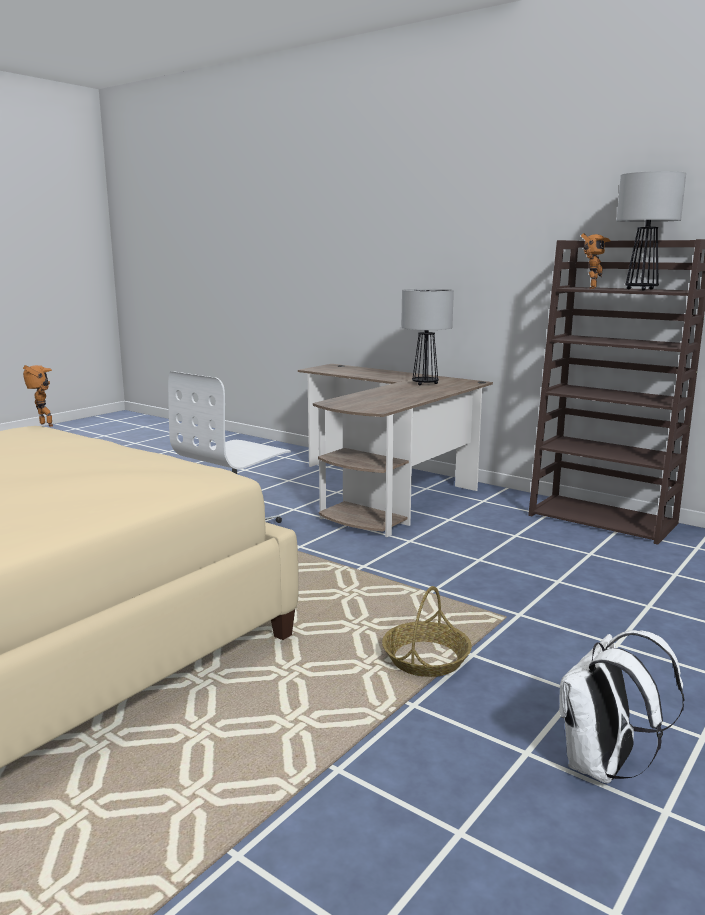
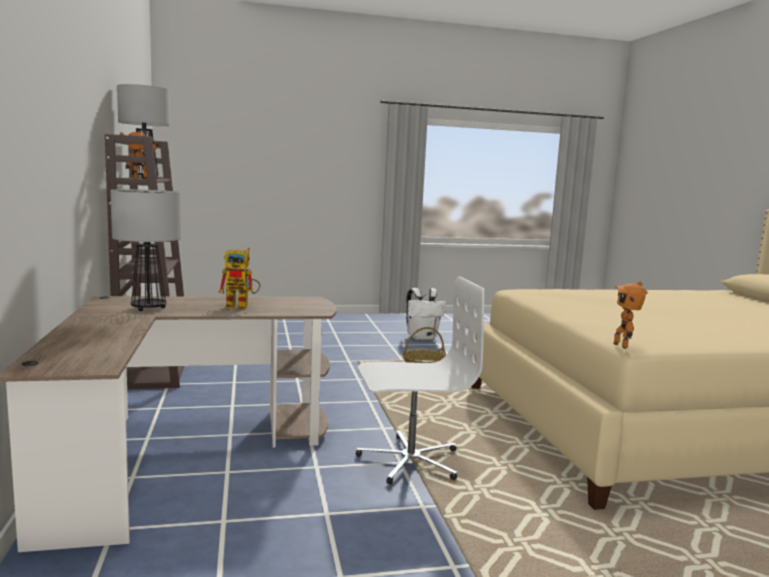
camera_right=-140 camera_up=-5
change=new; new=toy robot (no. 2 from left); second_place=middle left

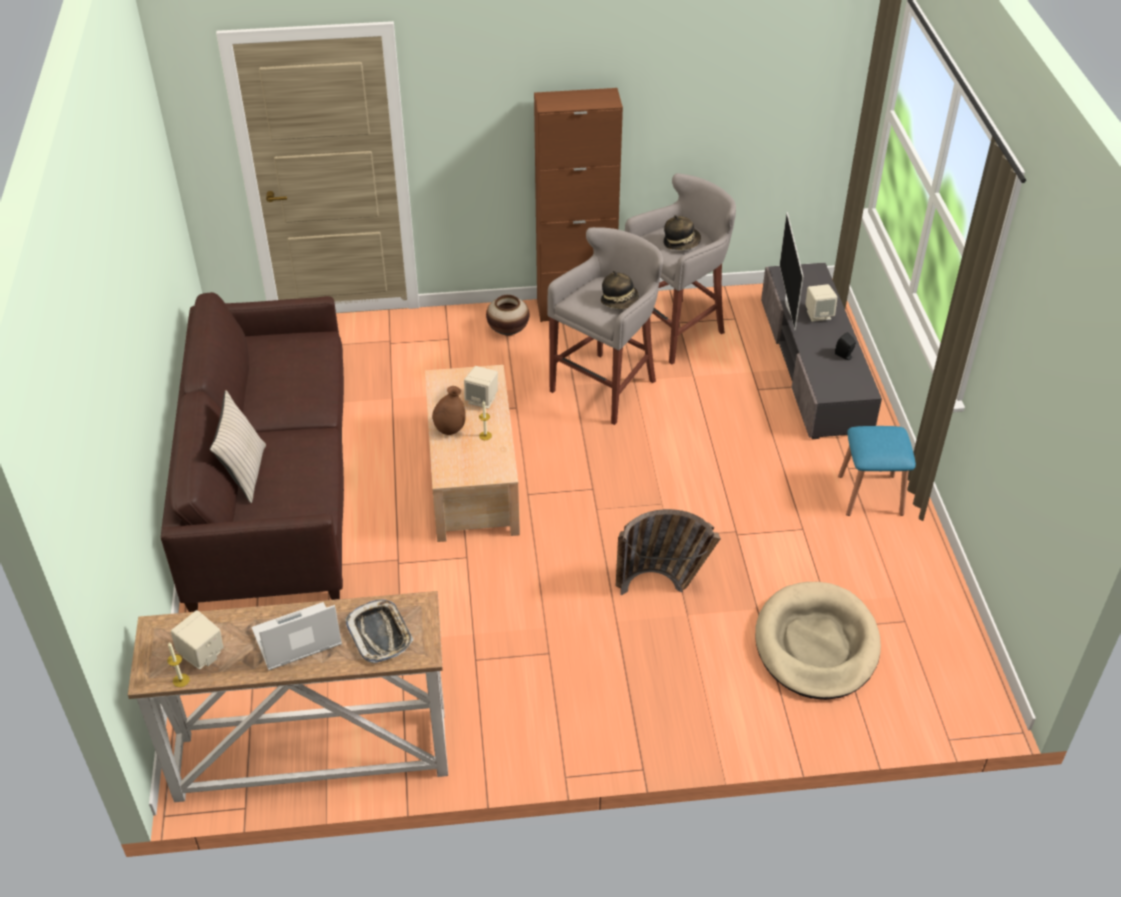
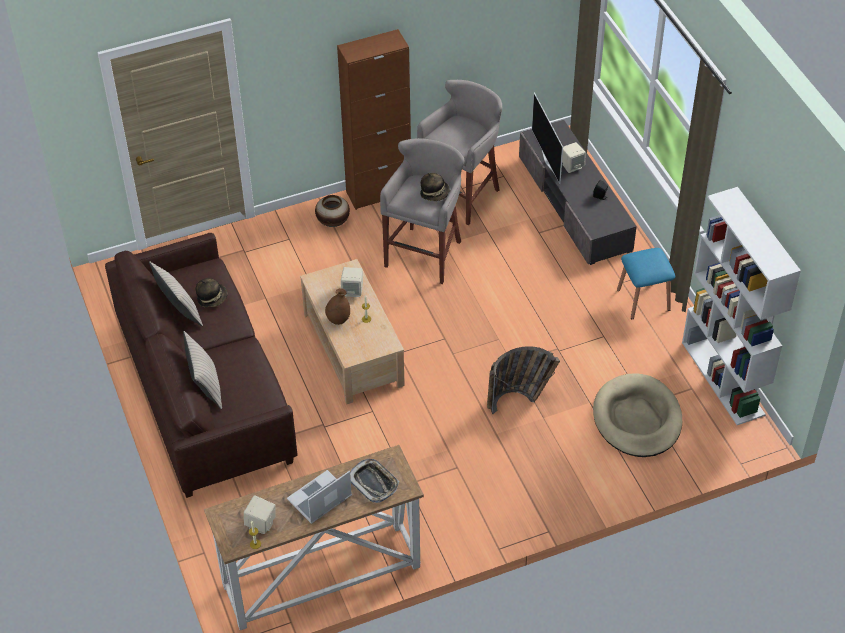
camera_right=-15 camera_up=5
change=new; new=beige pillow (no. 1 from left); second_place=middle left
change=shifted; old=hat (no. 2 from left in the first image); new=hat (no. 1 from left); first_place=top centre; second_place=middle left
change=new; new=white bookcase; second_place=middle right

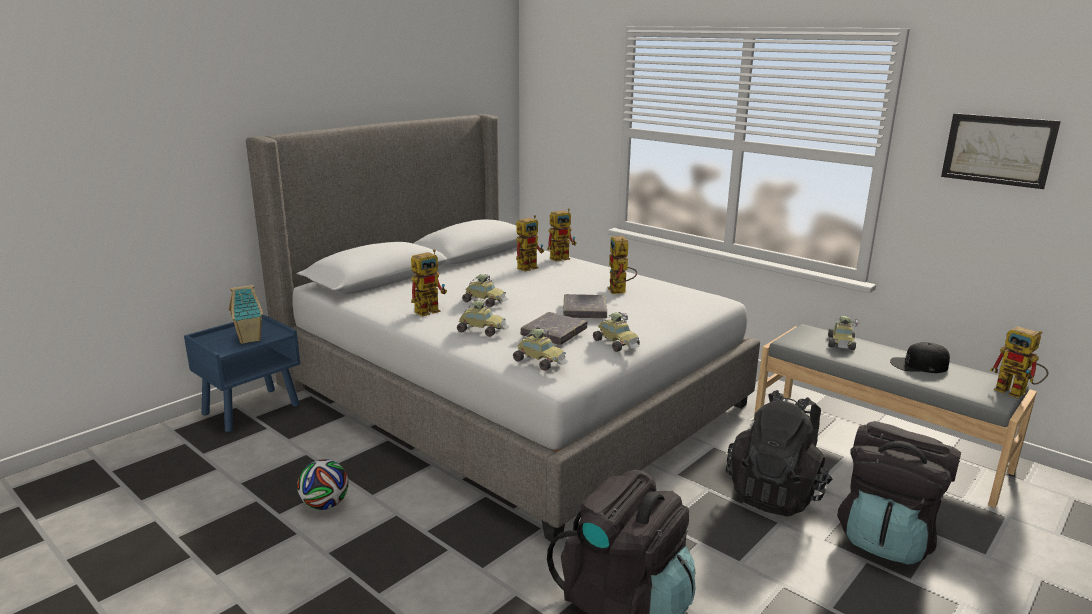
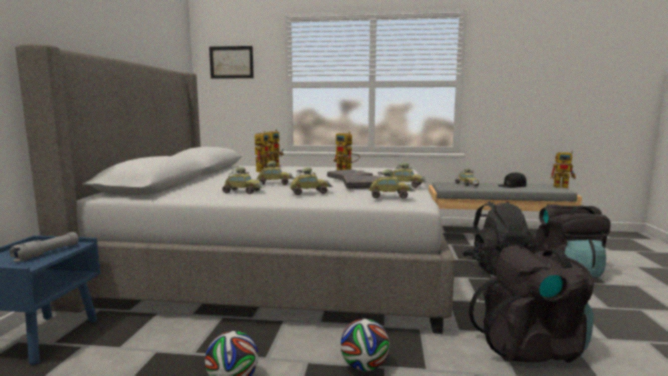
camera_right=-35 camera_up=-10
change=swapped; old=toy house; new=grey flashlight; first_place=middle left; second_place=middle left
change=shifted; old=picture; first_place=top right; second_place=top centre
change=swapped; old=toy robot (no. 1 from left); new=toy car (no. 1 from left); first_place=centre; second_place=centre
change=new; new=football (no. 2 from left); second_place=bottom centre

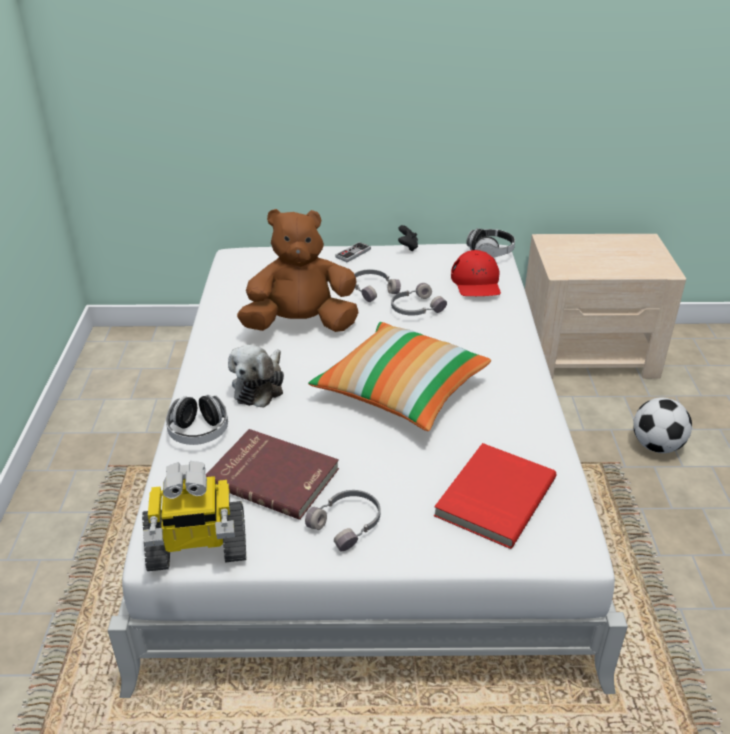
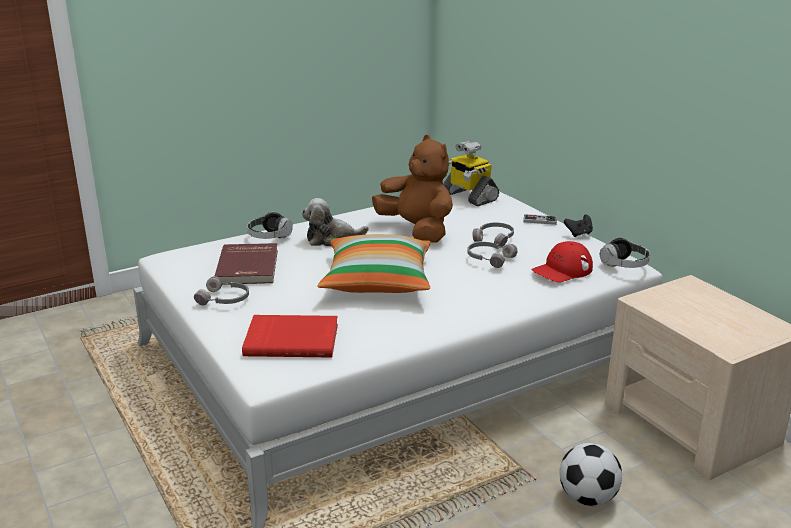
camera_right=60 camera_up=-10
change=shifted; old=toy robot; first_place=bottom left; second_place=top centre

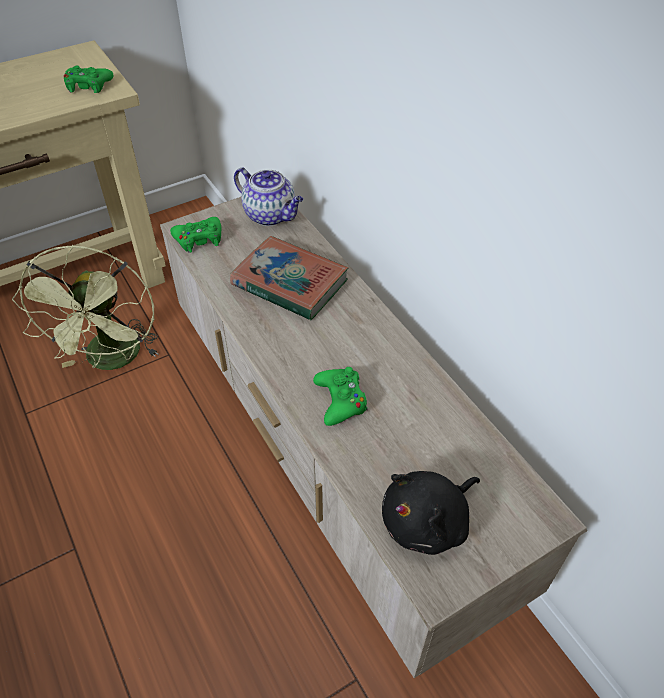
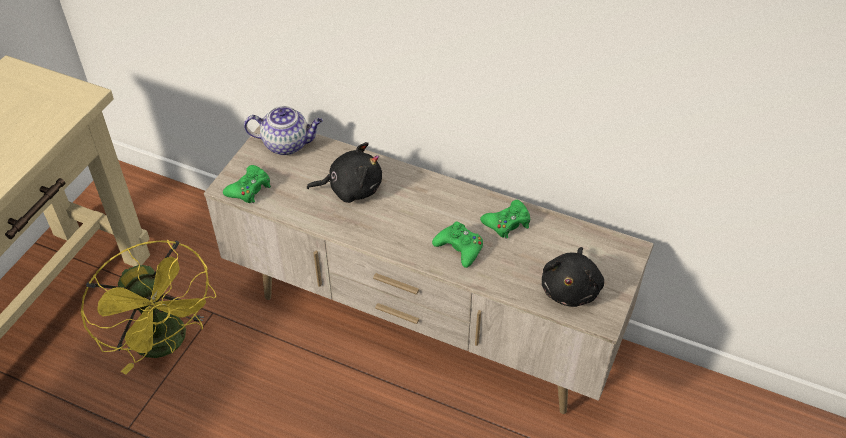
camera_right=-35 camera_up=0
change=repainted; old=green fan; new=yellow fan; first_place=middle left; second_place=bottom left
change=swapped; old=book; new=black plush toy (no. 1 from left); first_place=centre; second_place=centre
change=shifted; old=green game controller (no. 1 from left in the first image); new=green game controller (no. 3 from left); first_place=top left; second_place=centre

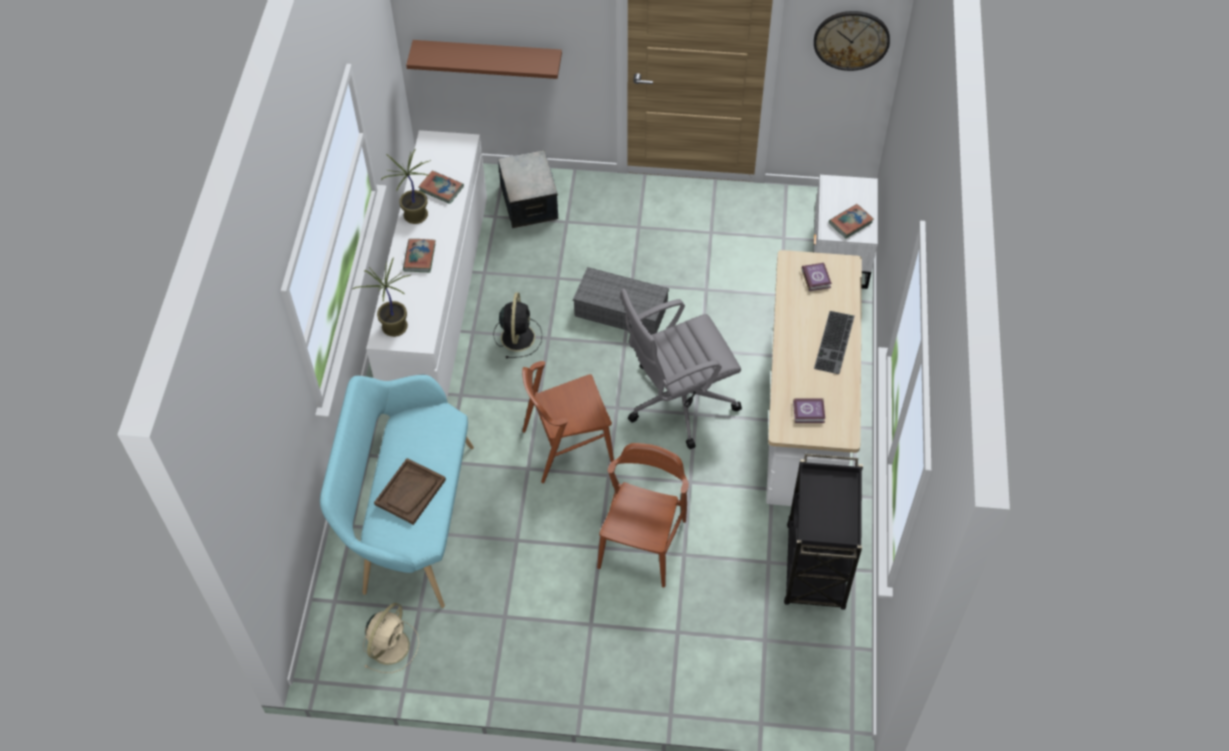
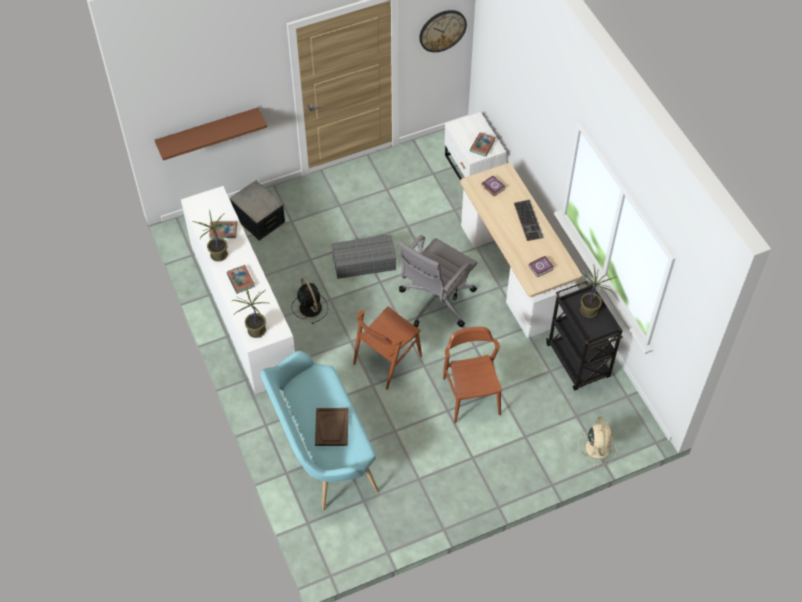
camera_right=-30 camera_up=0
change=new; new=potted plant (no. 3 from left); second_place=middle right
change=shifted; old=beige fan; first_place=bottom left; second_place=bottom right

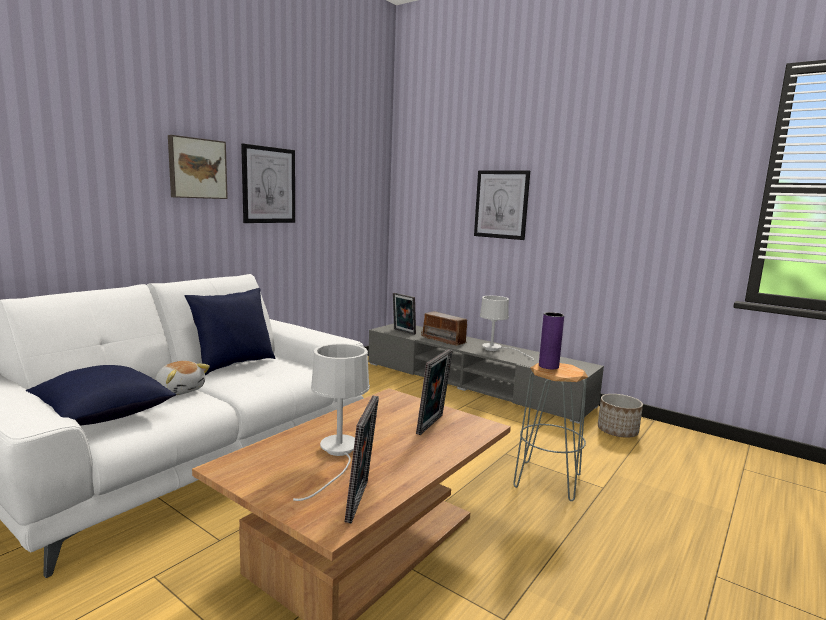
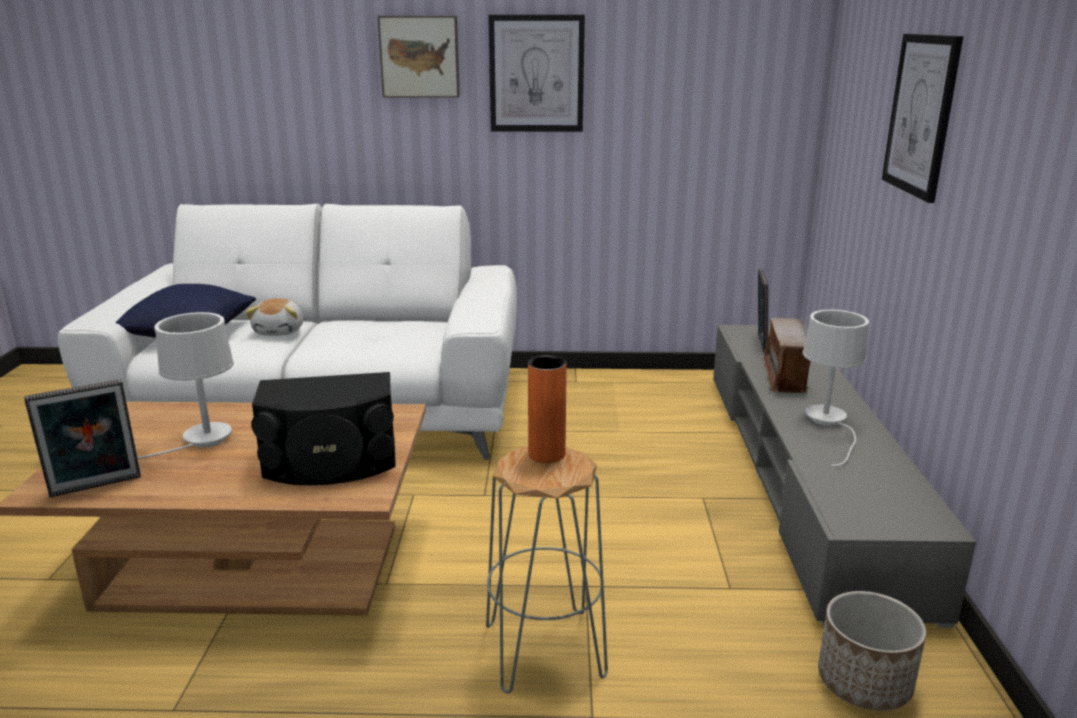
camera_right=55 camera_up=10
change=swapped; old=picture frame (no. 3 from left); new=black speaker; first_place=centre; second_place=middle left
change=repainted; old=purple vase; new=orange vase; first_place=middle right; second_place=centre
change=gone; old=blue pillow (no. 2 from left); first_place=middle left

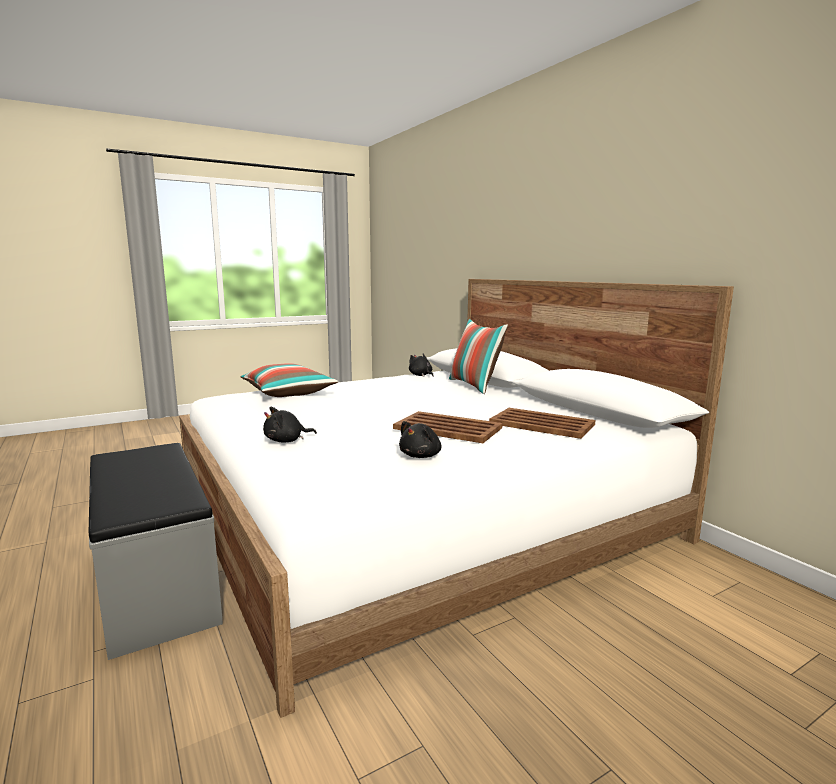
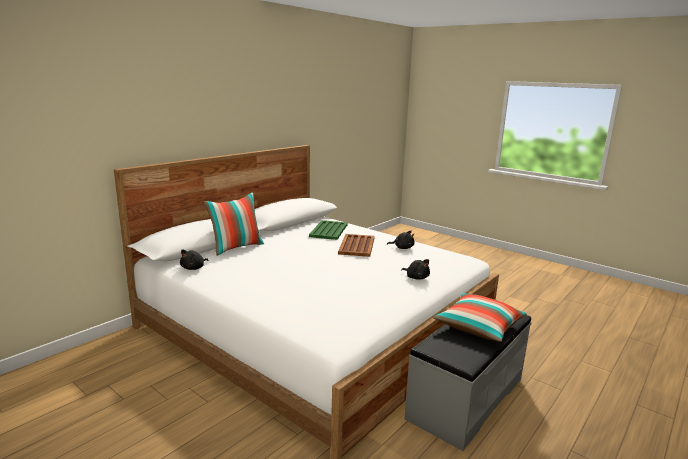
camera_right=-110 camera_up=5
change=repainted; old=brown tray (no. 2 from left); new=green tray; first_place=centre; second_place=centre
change=shifted; old=pillow (no. 1 from left in the first image); new=pillow (no. 2 from left); first_place=centre; second_place=bottom right

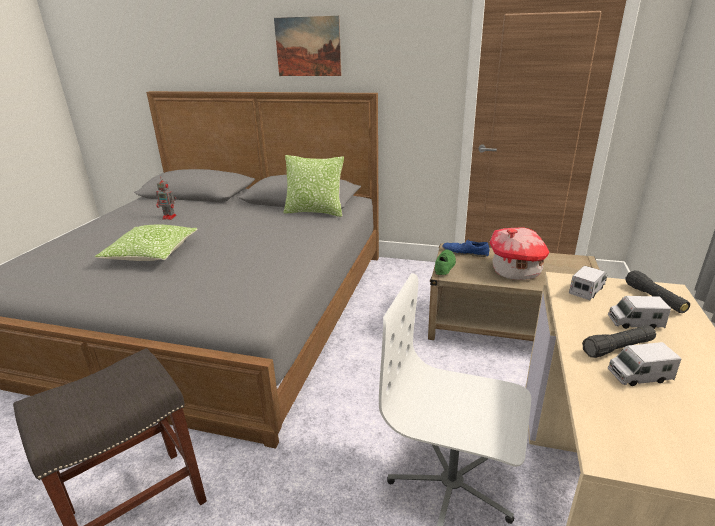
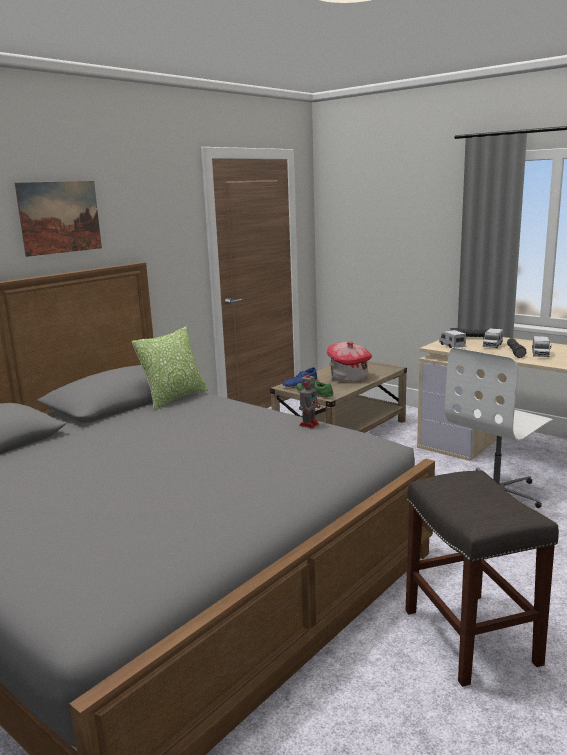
camera_right=-65 camera_up=-10
change=shifted; old=toy robot; first_place=middle left; second_place=centre
change=gone; old=pillow (no. 1 from left); first_place=middle left

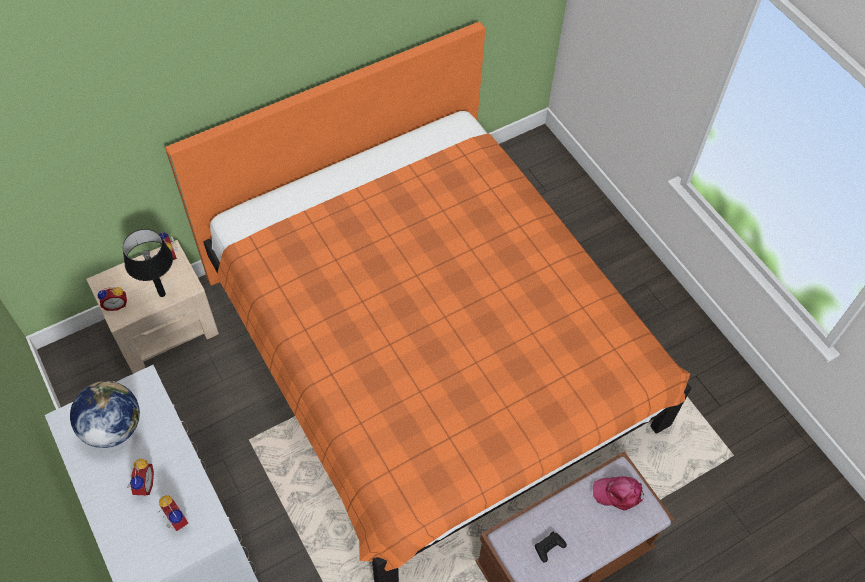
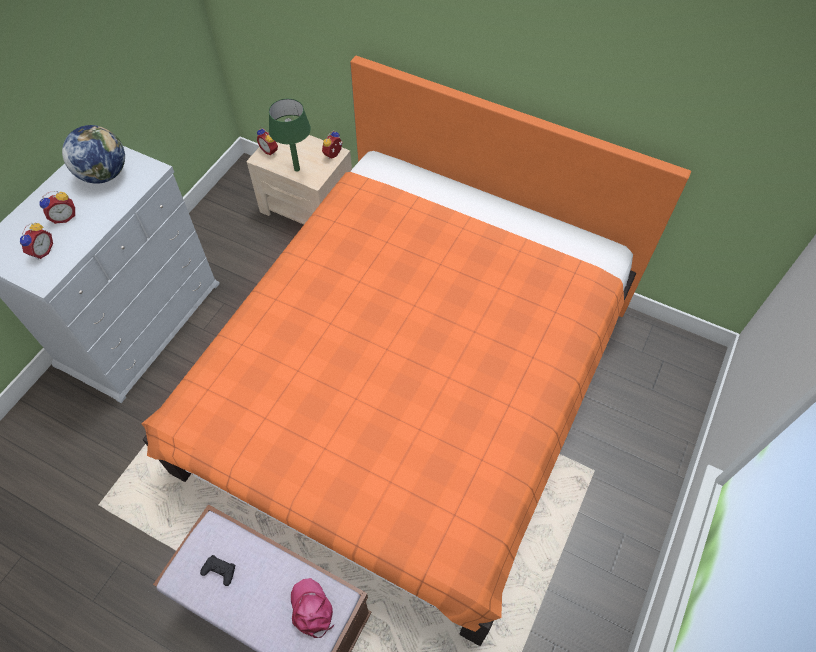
camera_right=60 camera_up=0
change=repainted; old=black table lamp; new=green table lamp; first_place=middle left; second_place=top centre

